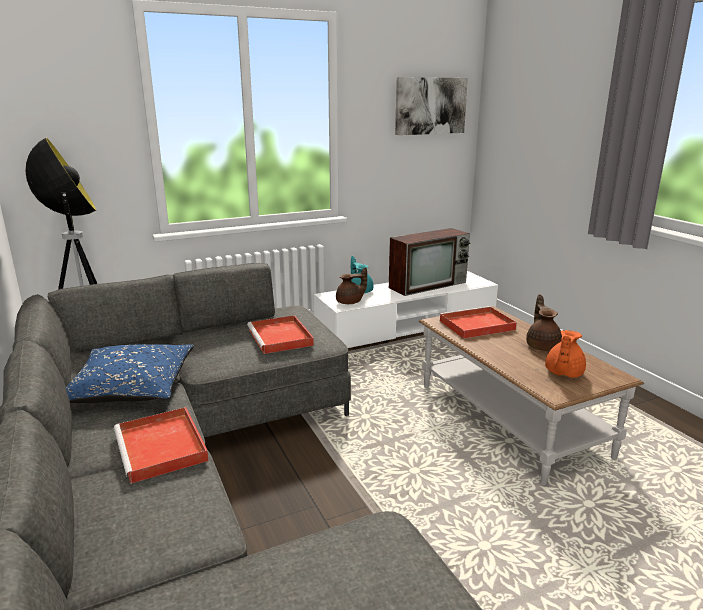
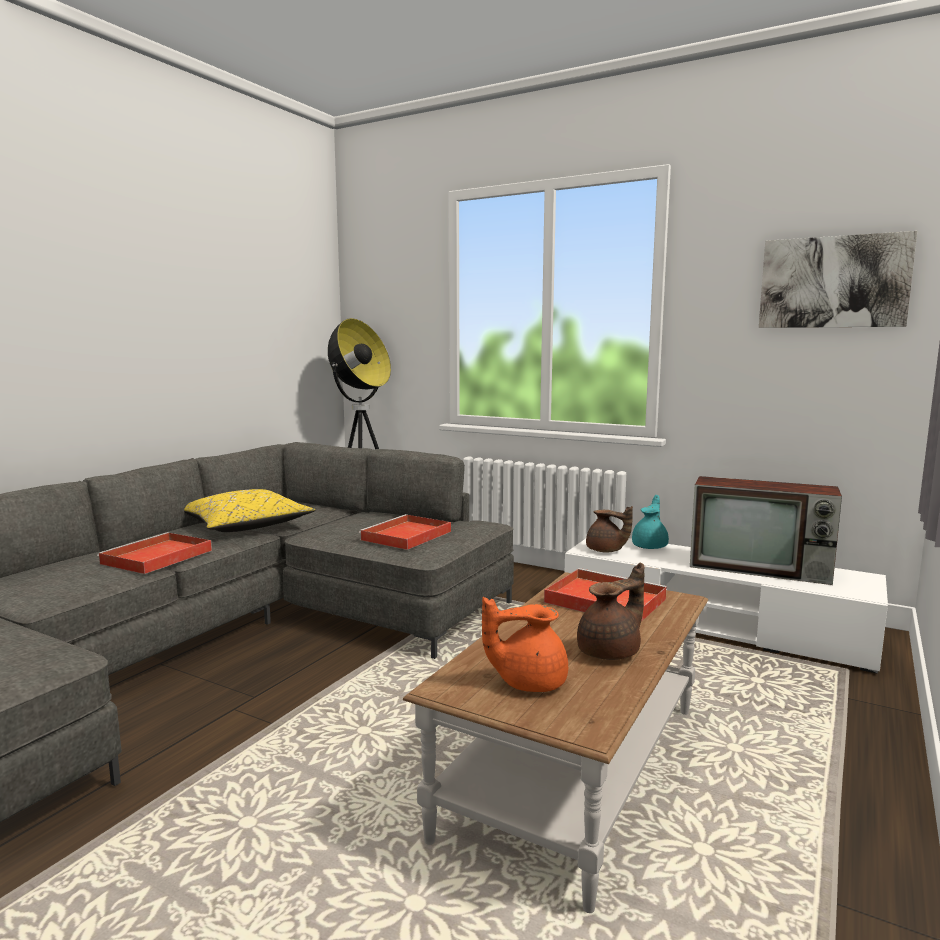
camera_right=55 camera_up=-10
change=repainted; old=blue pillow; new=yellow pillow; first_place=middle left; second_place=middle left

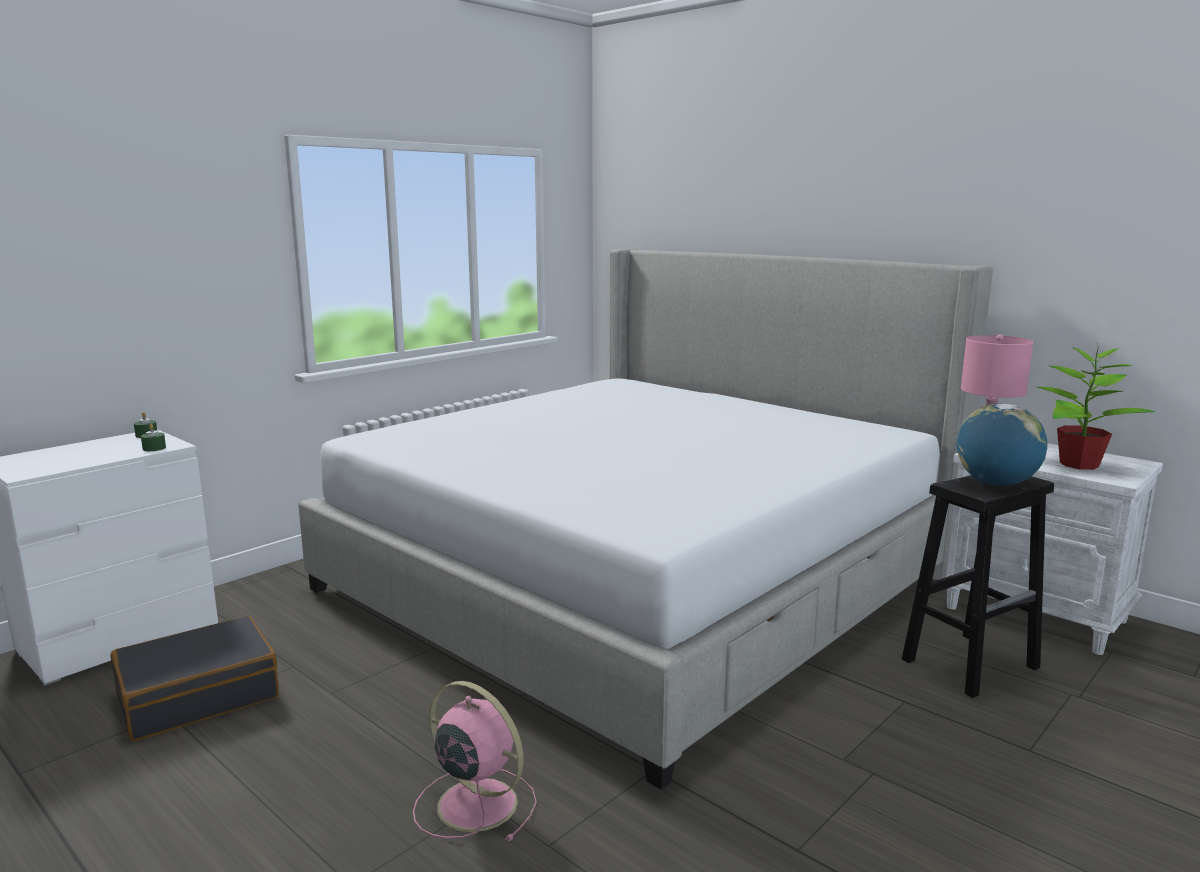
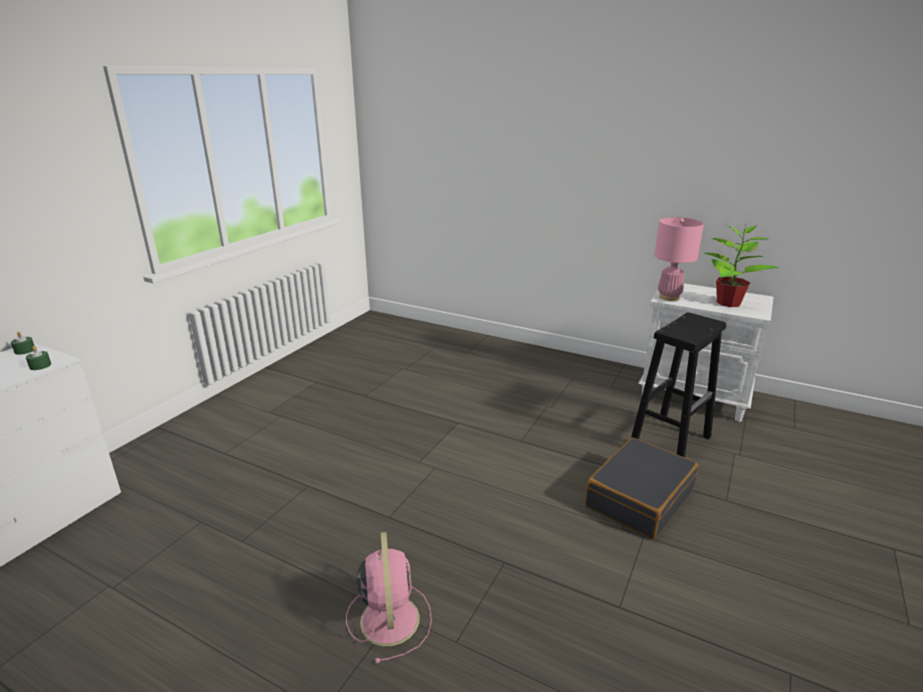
camera_right=-15 camera_up=10
change=rotated; old=pink fan; first_place=bottom centre; second_place=bottom centre; degrees=60
change=shifted; old=black suitcase; first_place=bottom left; second_place=bottom right
change=gone; old=bed; first_place=centre
change=gone; old=globe; first_place=middle right

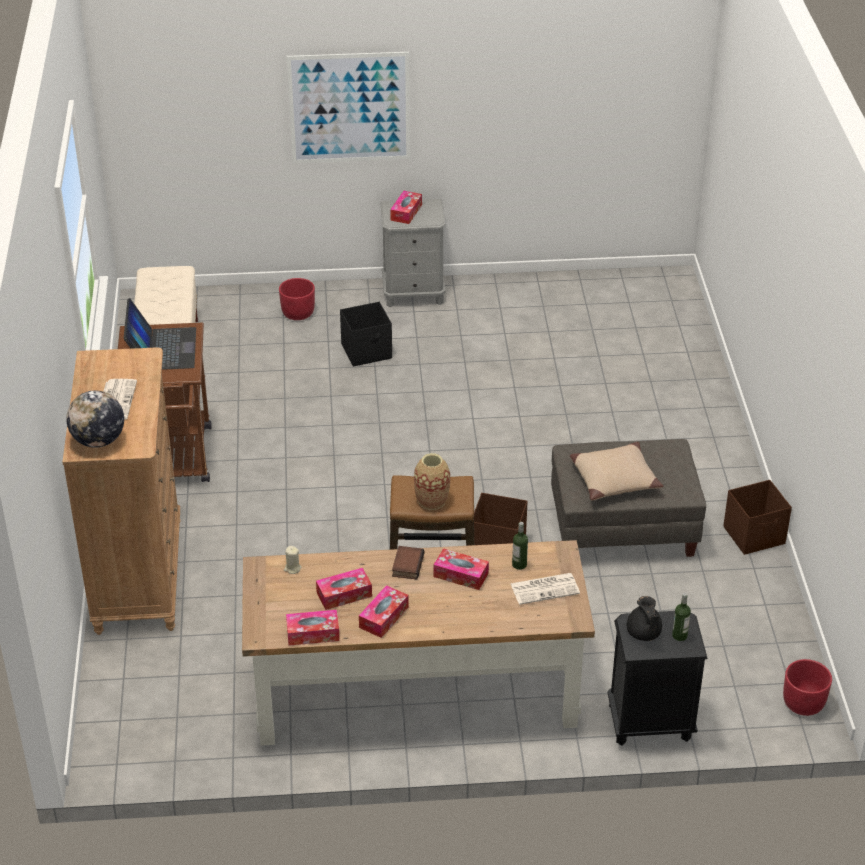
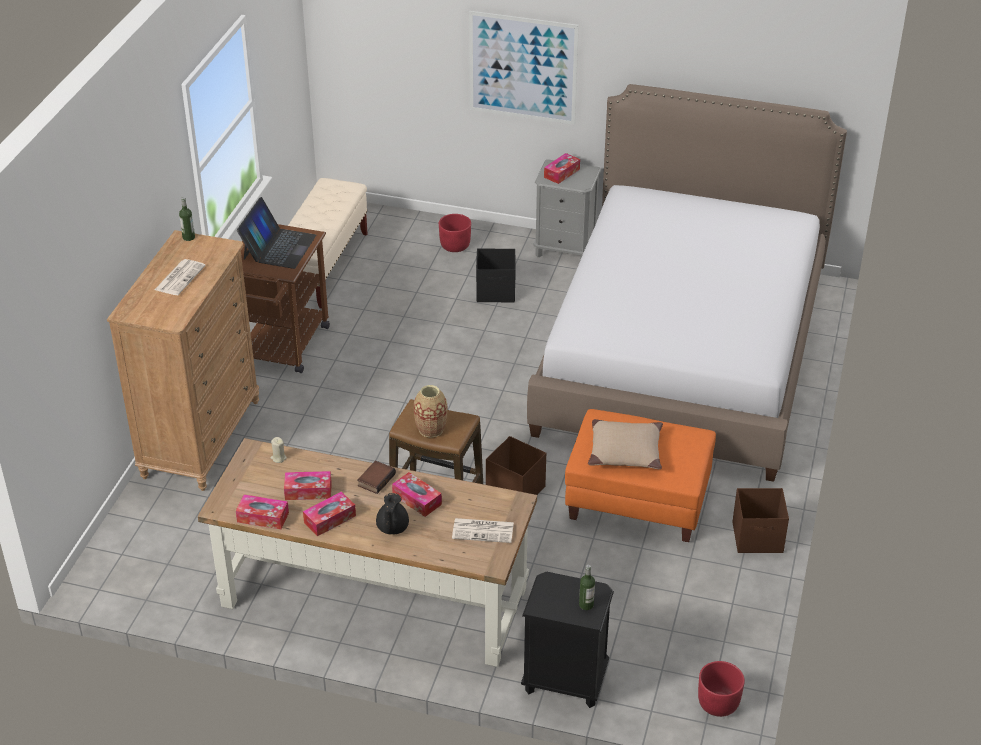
camera_right=20 camera_up=0
change=shifted; old=bottle (no. 1 from left); first_place=centre; second_place=top left
change=shifted; old=black teapot; first_place=bottom right; second_place=bottom centre
change=new; new=bed; second_place=middle right
change=repainted; old=grey ottoman; new=orange ottoman; first_place=middle right; second_place=centre
change=gone; old=globe; first_place=middle left

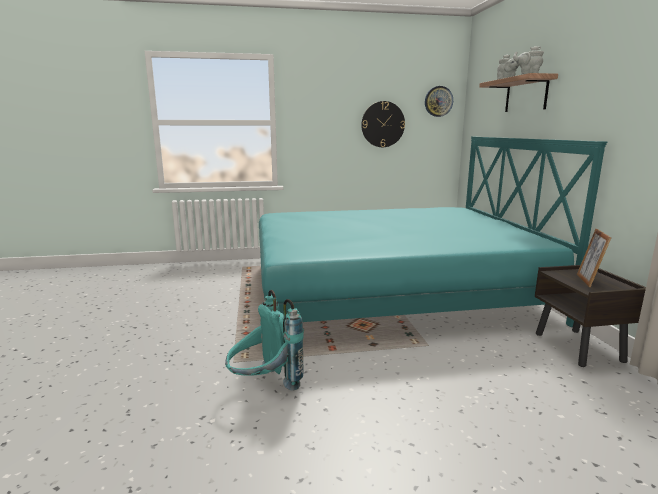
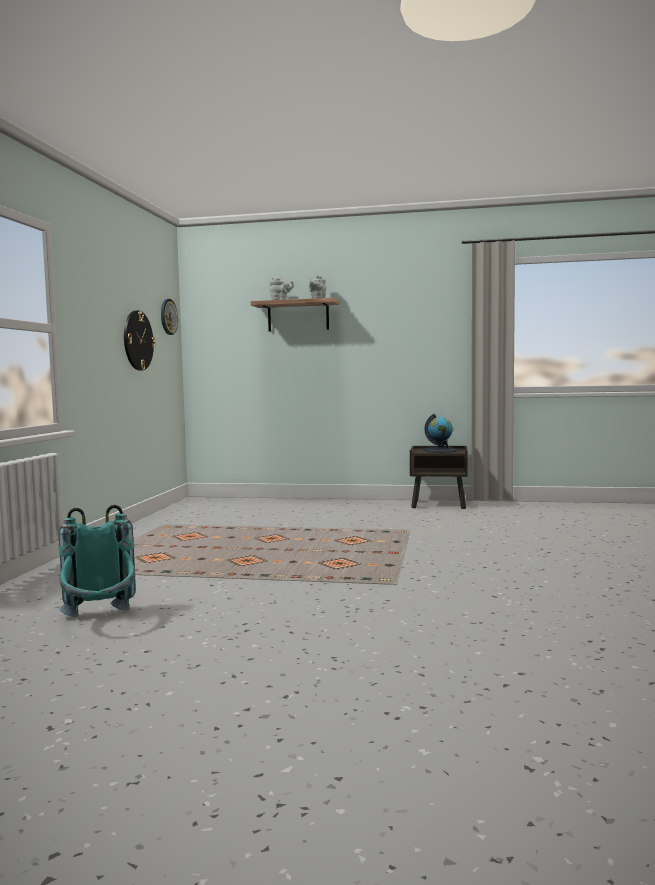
camera_right=-70 camera_up=-10
change=shifted; old=turquoise backpack; first_place=bottom centre; second_place=middle left
change=swapped; old=picture frame; new=globe; first_place=middle right; second_place=middle right
change=gone; old=turquoise bed; first_place=centre

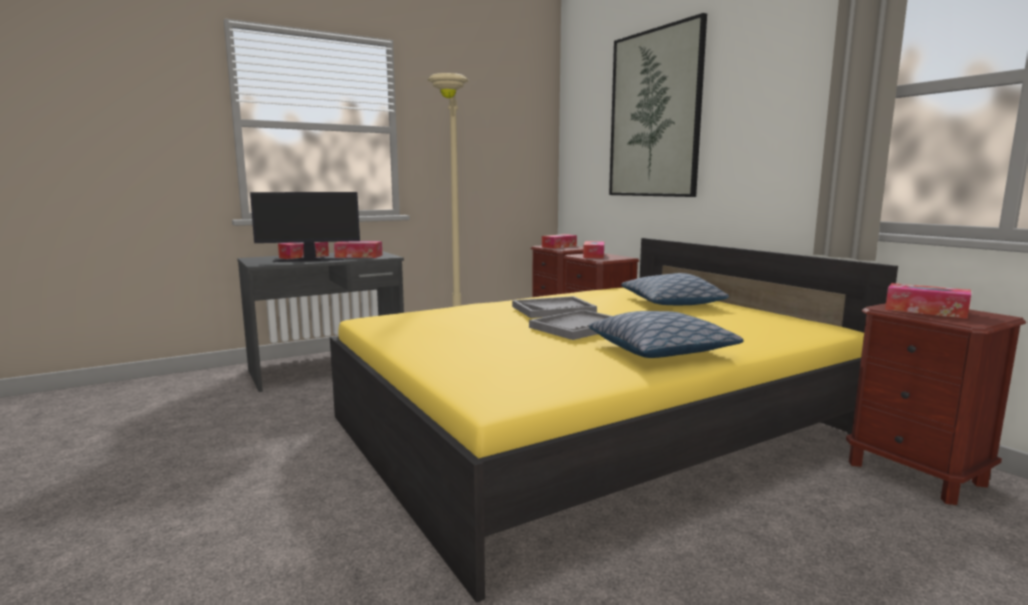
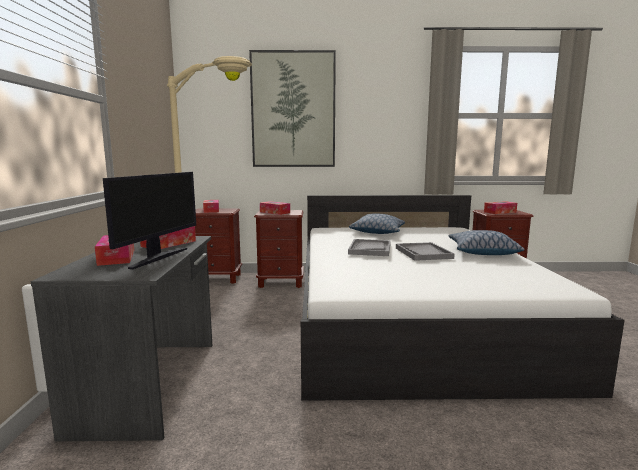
camera_right=-60 camera_up=0
change=repainted; old=yellow bed; new=white bed; first_place=bottom centre; second_place=middle right

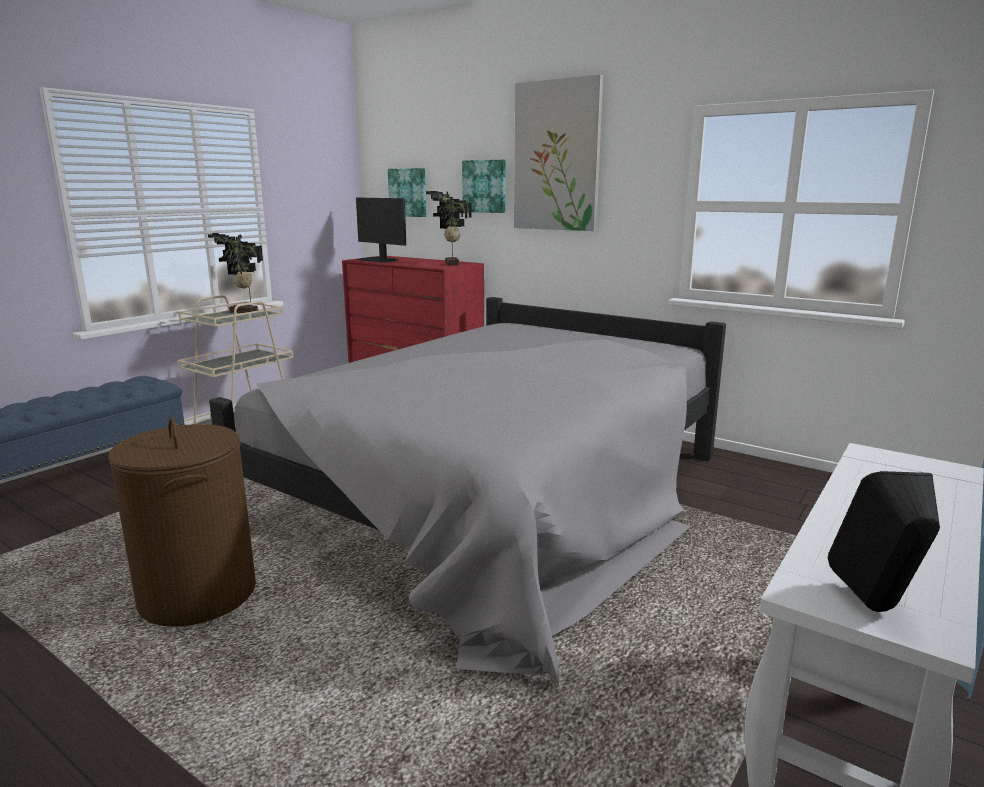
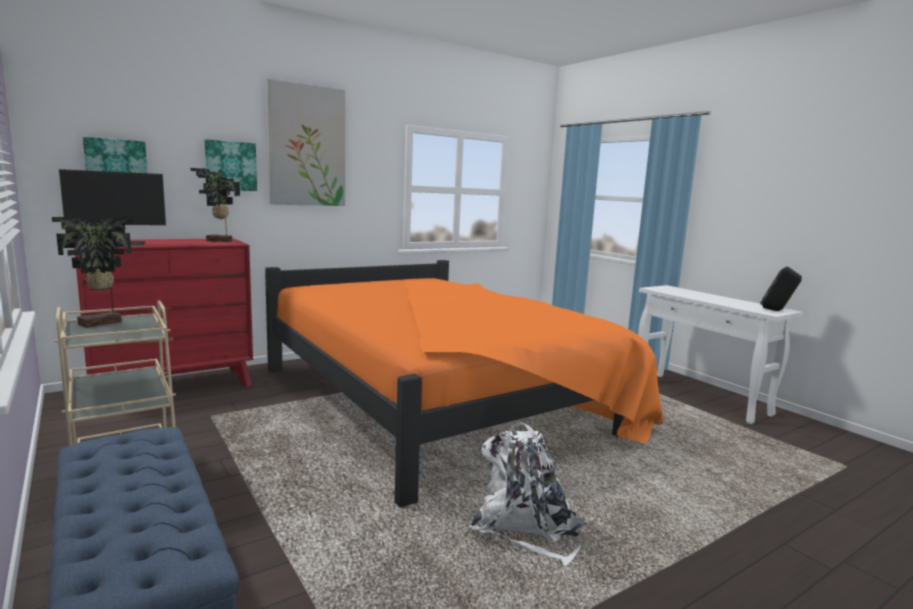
camera_right=-70 camera_up=-5
change=repainted; old=grey bed; new=orange bed; first_place=centre; second_place=centre
change=swapped; old=brown laundry basket; new=white backpack; first_place=middle left; second_place=bottom centre

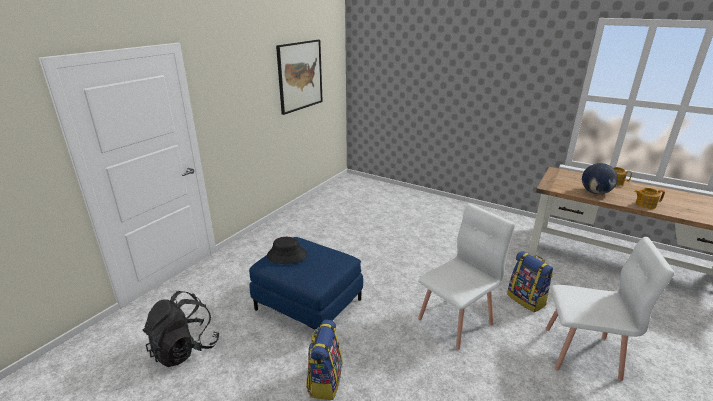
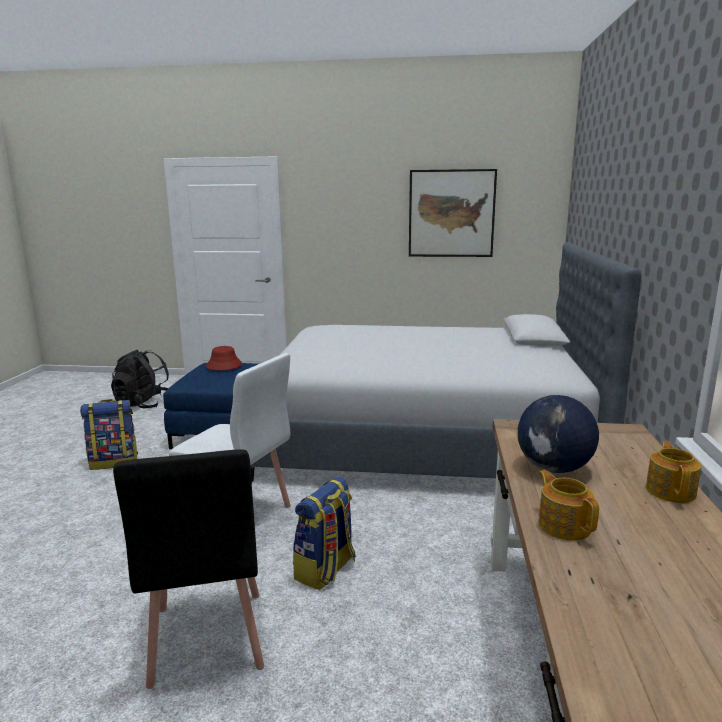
camera_right=65 camera_up=-10
change=repainted; old=white chair (no. 2 from left); new=black chair; first_place=bottom right; second_place=bottom left
change=repainted; old=black hat; new=red hat; first_place=centre; second_place=middle left
change=new; new=bed; second_place=centre

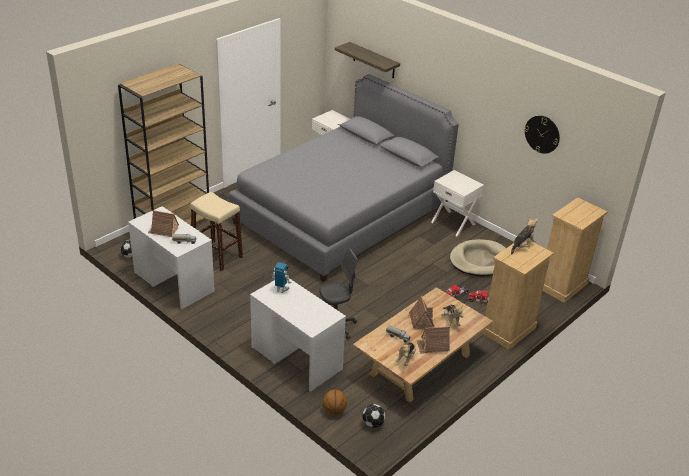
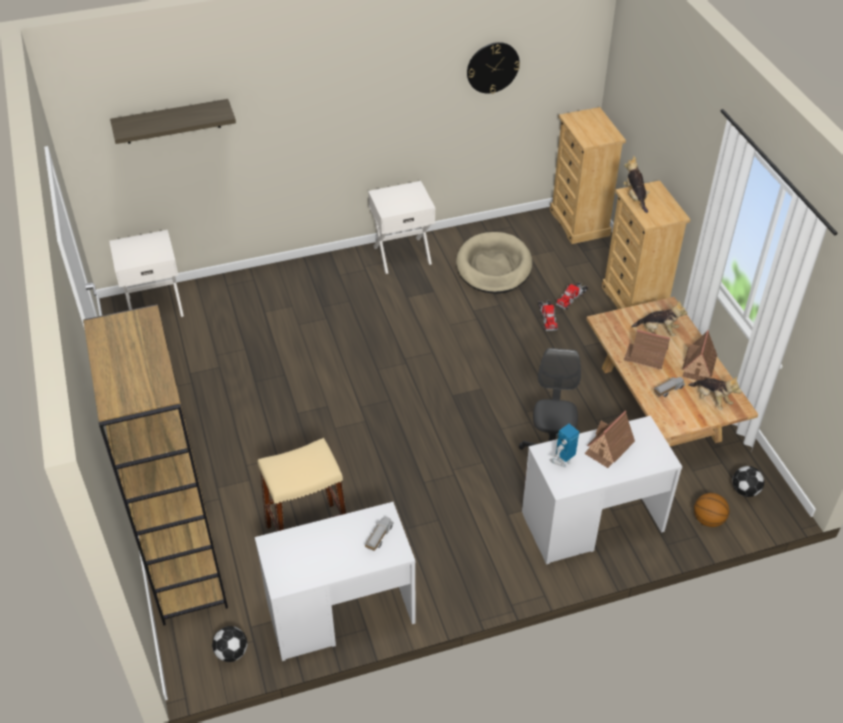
camera_right=-60 camera_up=10
change=shifted; old=toy house (no. 1 from left); first_place=middle left; second_place=middle right
change=gone; old=grey bed; first_place=centre

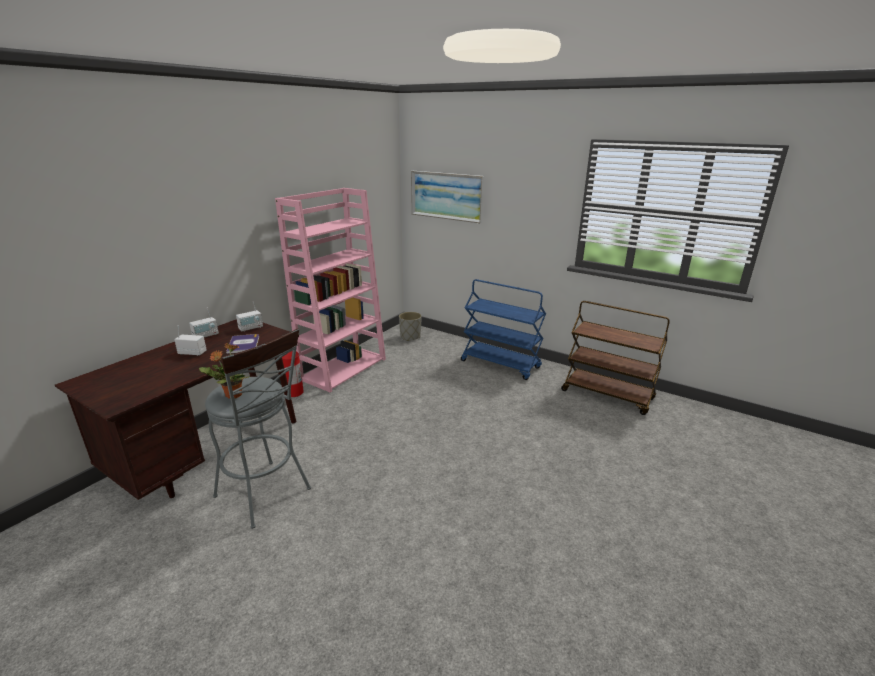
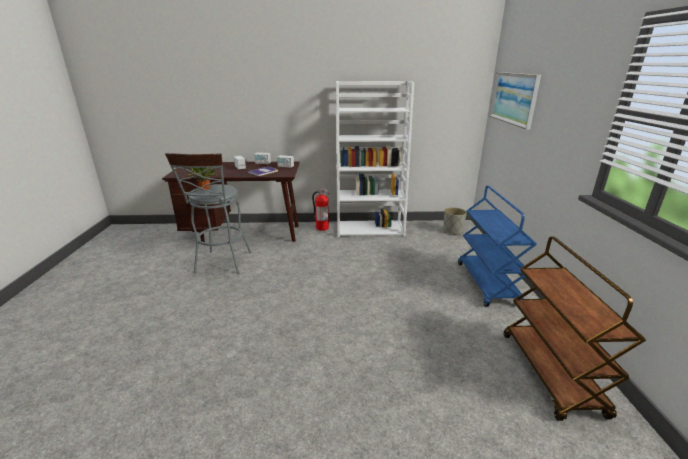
camera_right=55 camera_up=0
change=repainted; old=pink bookcase; new=white bookcase; first_place=centre; second_place=centre

